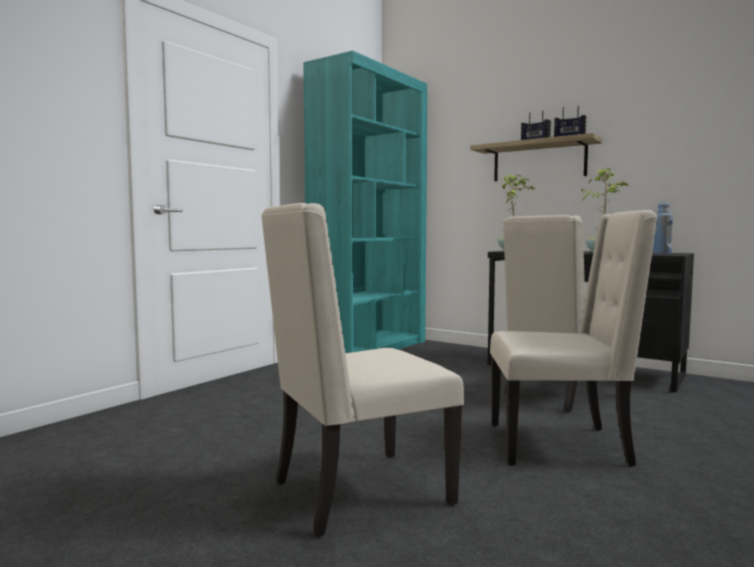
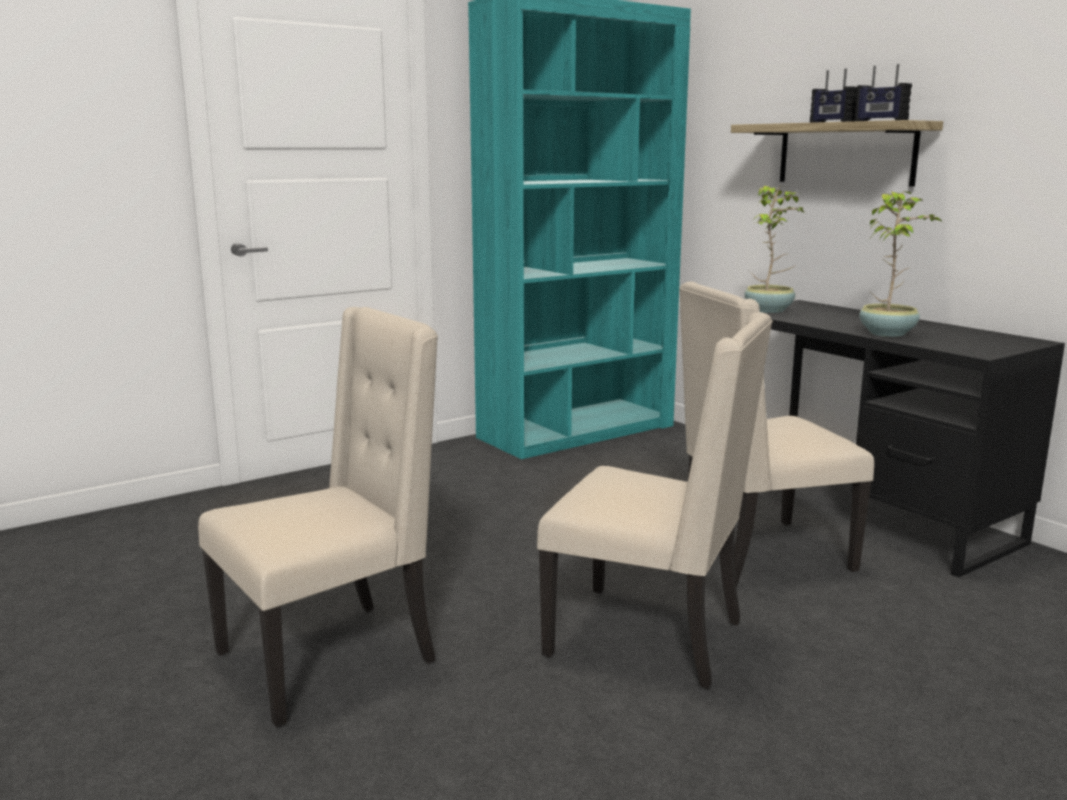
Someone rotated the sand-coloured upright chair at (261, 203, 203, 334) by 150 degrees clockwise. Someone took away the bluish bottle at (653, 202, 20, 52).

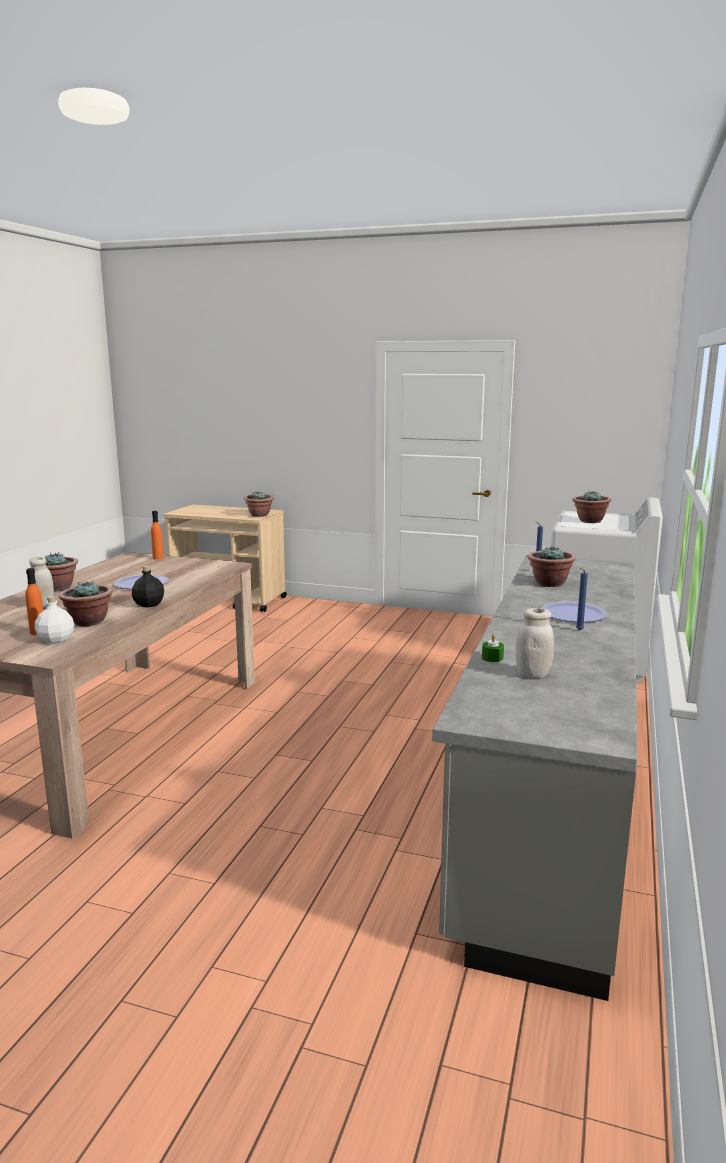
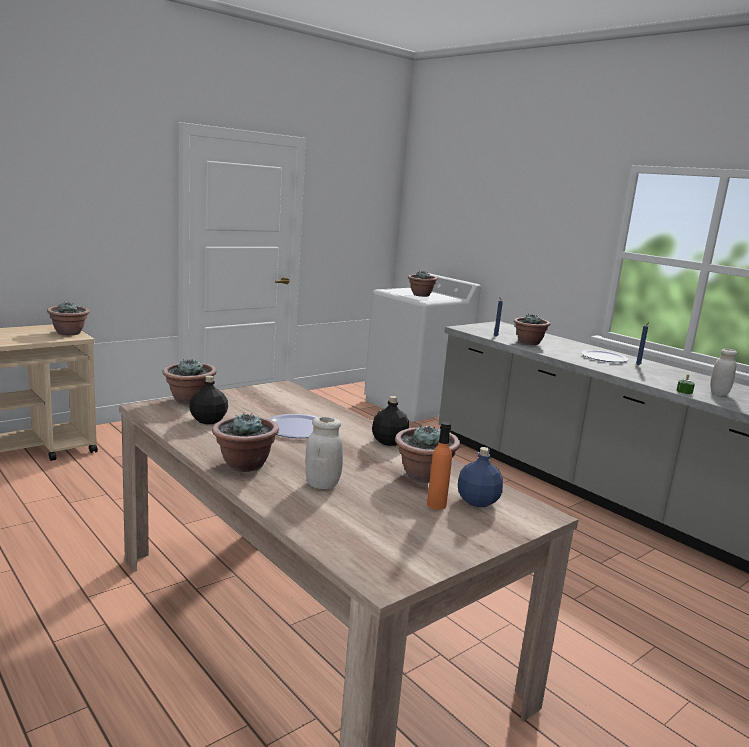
Someone repainted the white-coloured bottle at (35, 596, 39, 48), which became the bluish bottle at (458, 447, 45, 60). Someone swapped the orangey bottle at (151, 511, 13, 49) for the potted plant at (163, 359, 54, 46). Someone put down the blackish bottle at (189, 375, 39, 49).

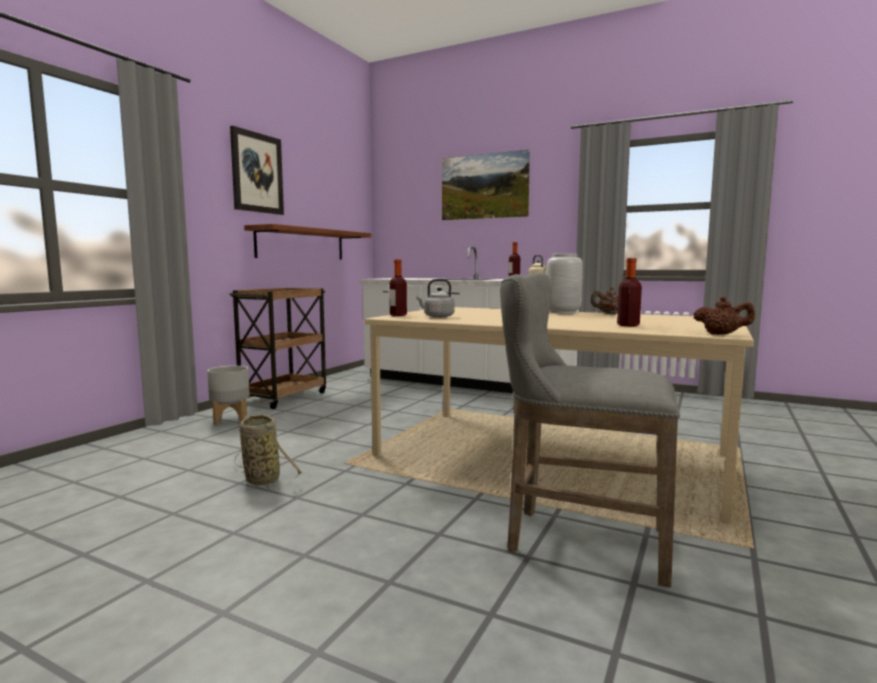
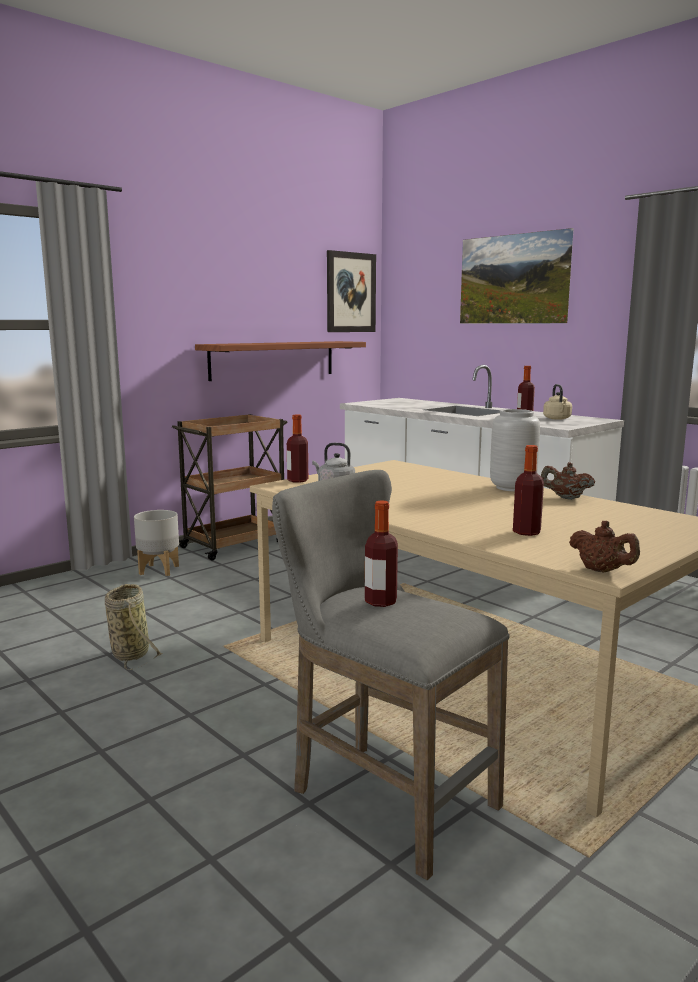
Someone carried the wall picture from (230, 126, 54, 89) to (327, 250, 49, 82). Someone put down the bottle at (365, 500, 33, 107).

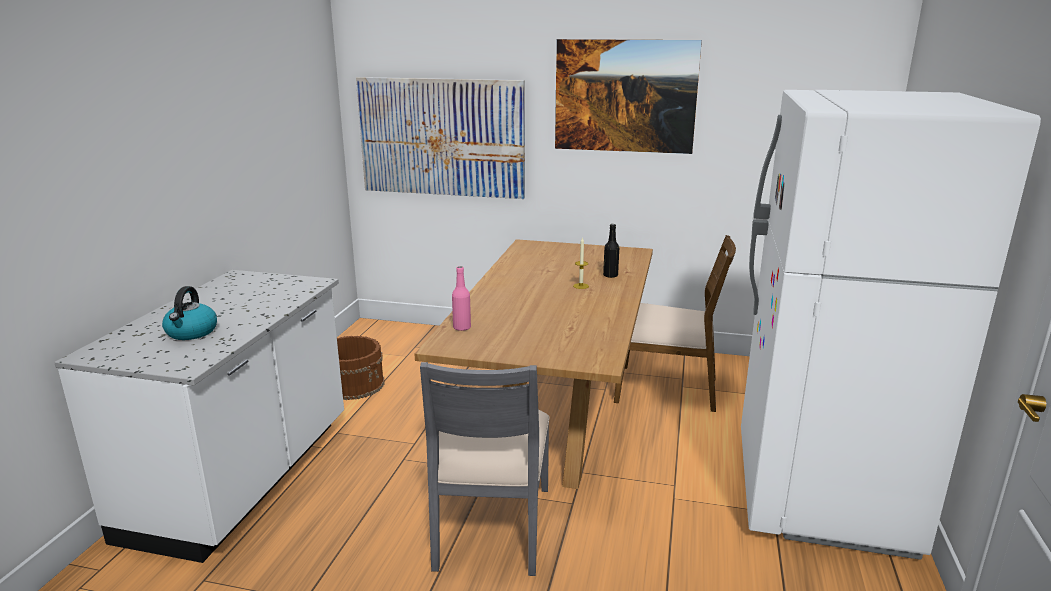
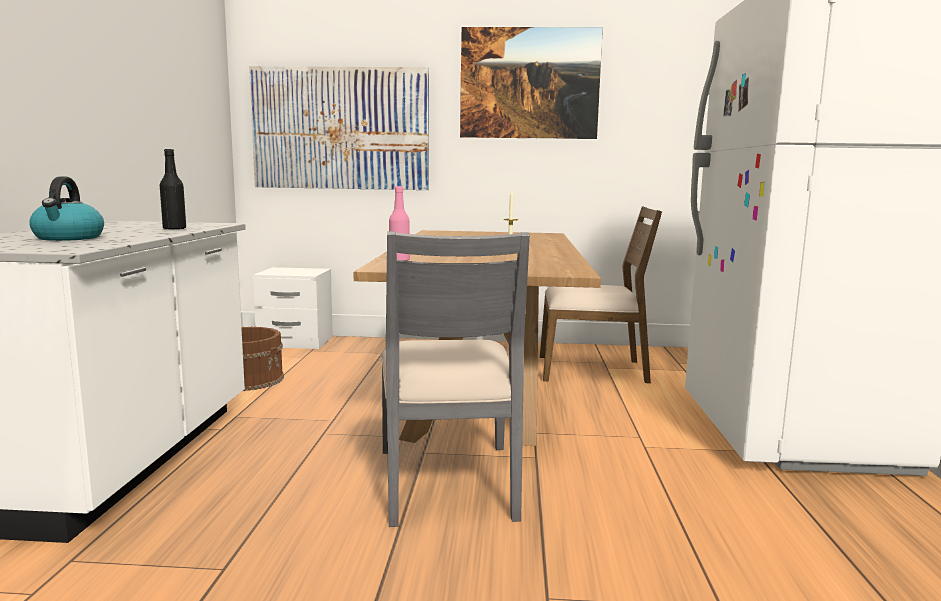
Someone carried the blackish bottle from (603, 224, 16, 54) to (160, 149, 26, 81). Someone put down the white-coloured nightstand at (253, 267, 80, 82).

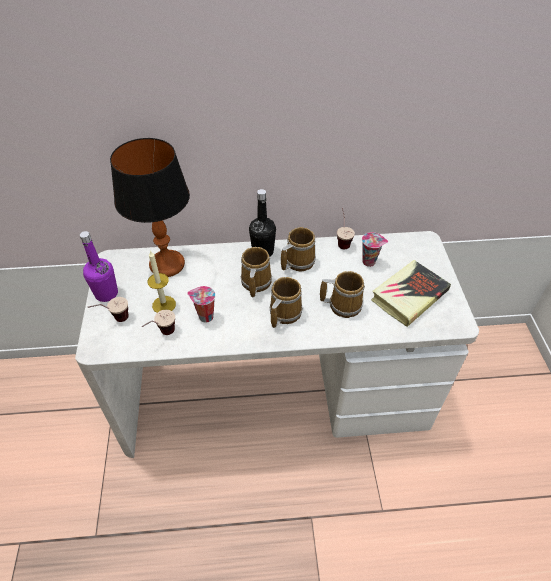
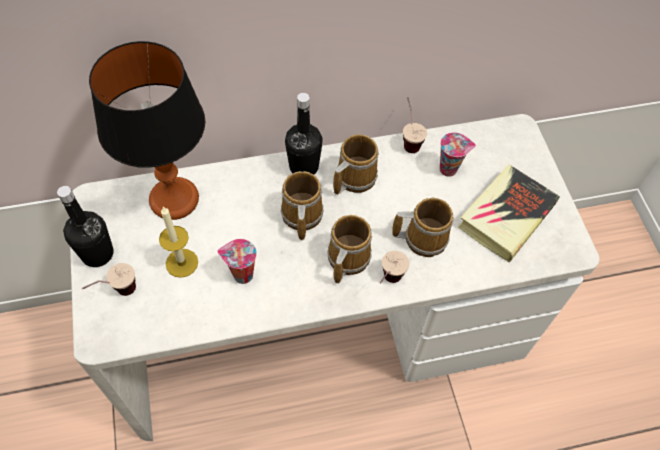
Someone repainted the purple-coloured bottle at (80, 231, 38, 71), which became the blackish bottle at (57, 186, 57, 81). Someone carried the small cup from (141, 310, 34, 25) to (380, 251, 30, 33).

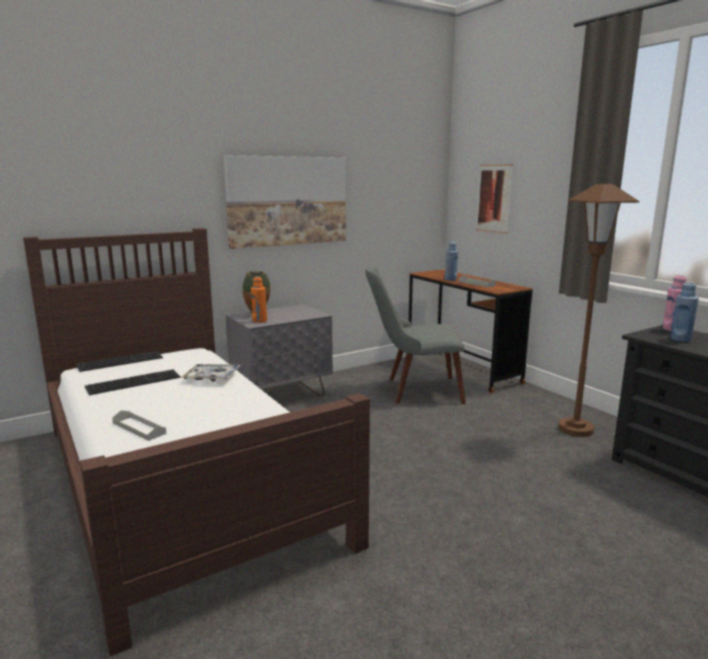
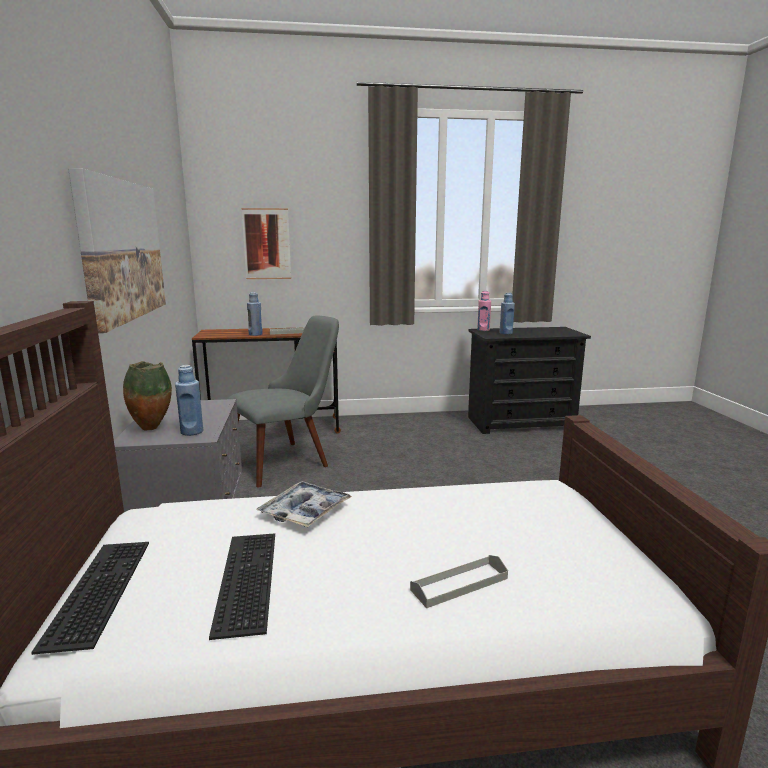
Someone repainted the orangey bottle at (251, 277, 16, 46), which became the bluish bottle at (175, 365, 28, 71). Someone rotated the greyish upright chair at (365, 266, 101, 138) by 150 degrees counterclockwise. Someone took away the brown-coloured standard lamp at (558, 184, 81, 253).

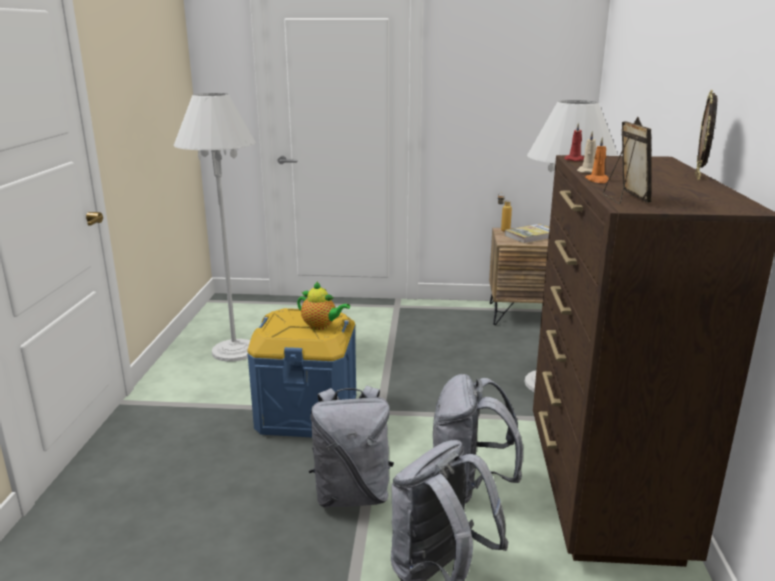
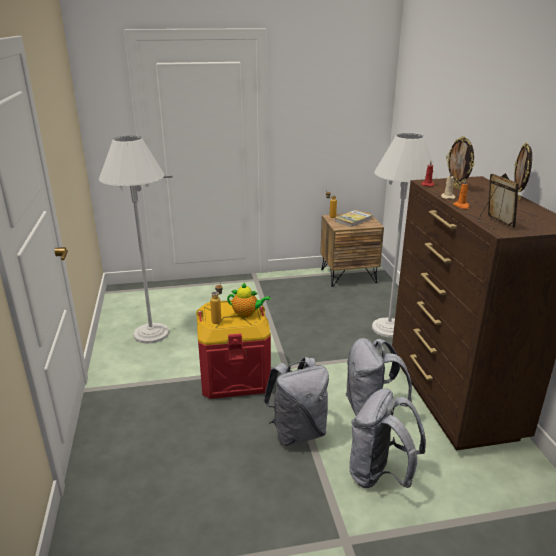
Someone repainted the bluish storage container at (247, 308, 109, 129), which became the red-coloured storage container at (196, 300, 75, 99). Someone put down the bottle at (210, 282, 13, 42). Someone put down the standing frame at (446, 136, 28, 54).

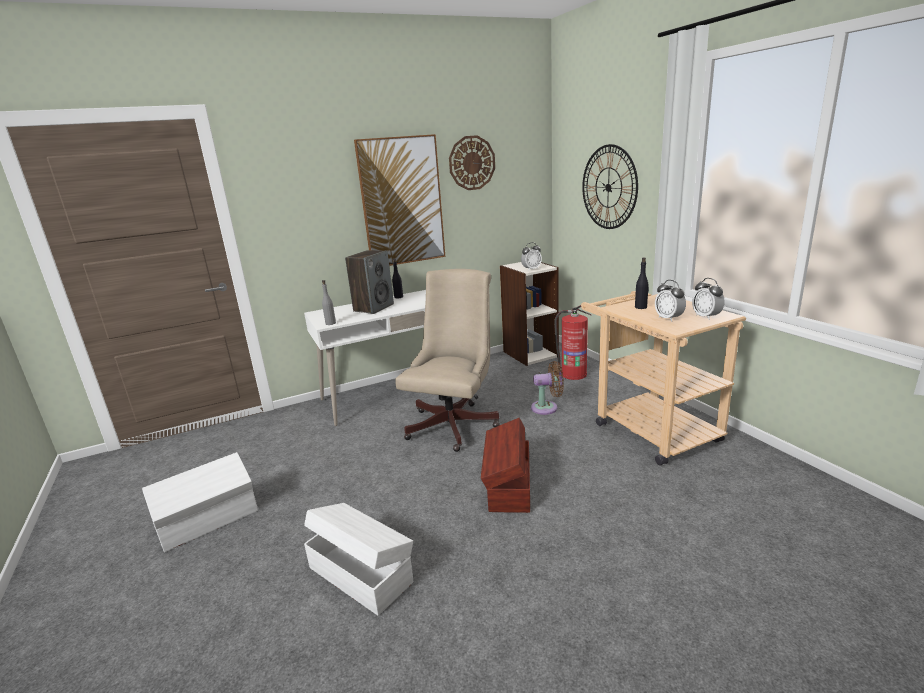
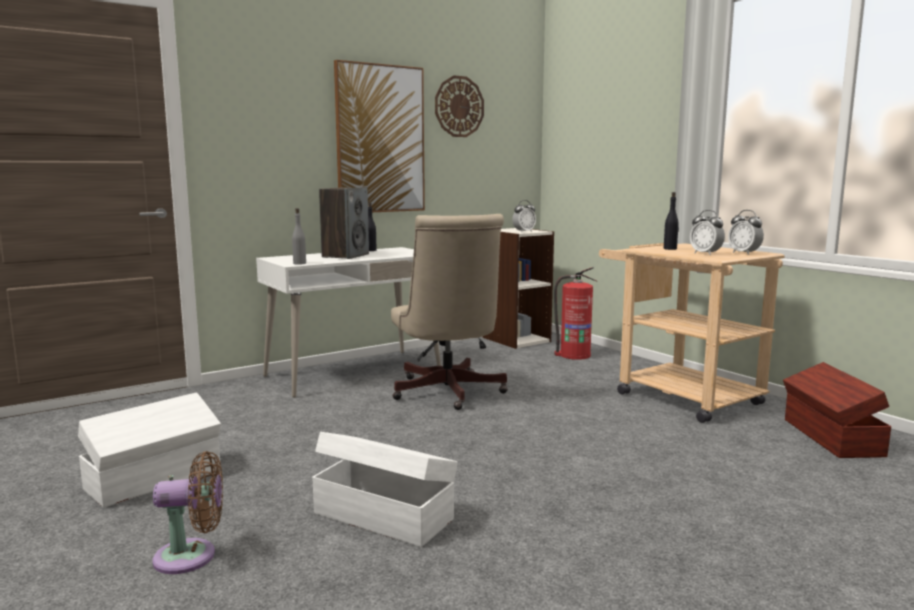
Someone rotated the sand-coloured office chair at (396, 269, 104, 183) by 150 degrees clockwise. Someone carried the brown-coloured storage container from (481, 418, 49, 95) to (783, 362, 108, 96). Someone carried the brown-coloured electric fan from (531, 361, 33, 54) to (152, 451, 71, 123). Someone took away the wall clock at (582, 144, 56, 85).

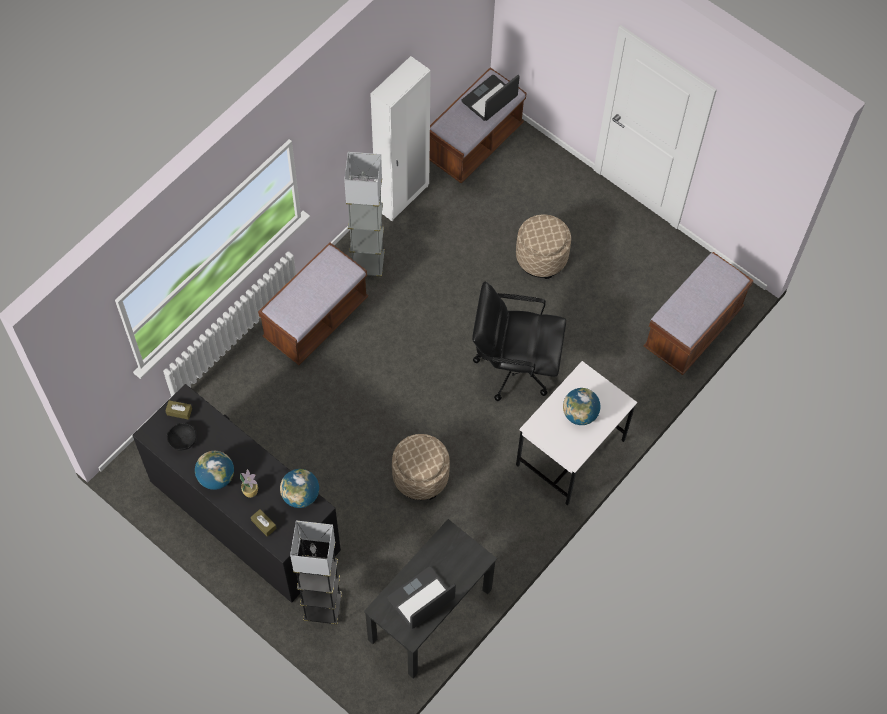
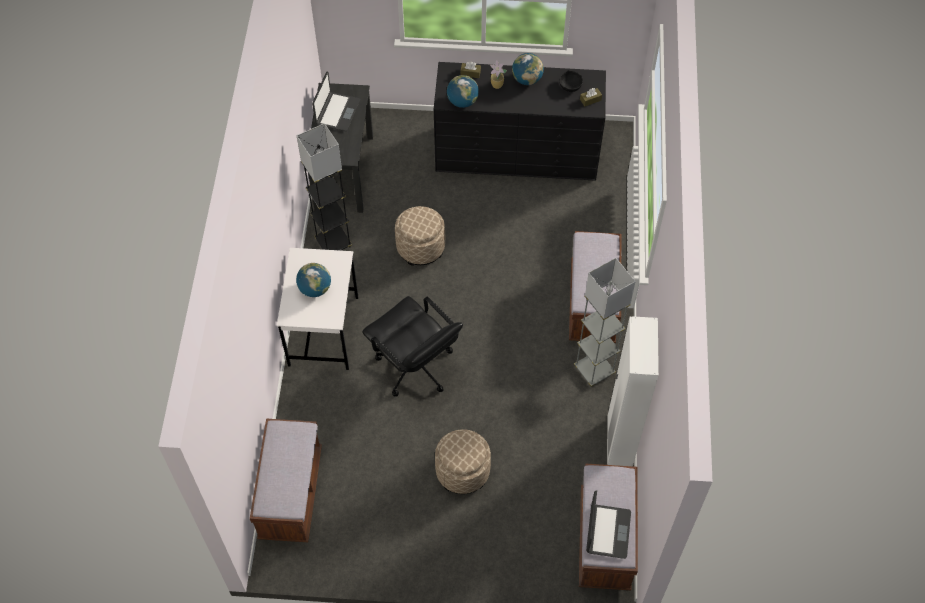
Someone carried the greyish standard lamp from (290, 520, 52, 104) to (296, 123, 56, 128). Someone rotated the blackish office chair at (472, 282, 94, 119) by 75 degrees clockwise.

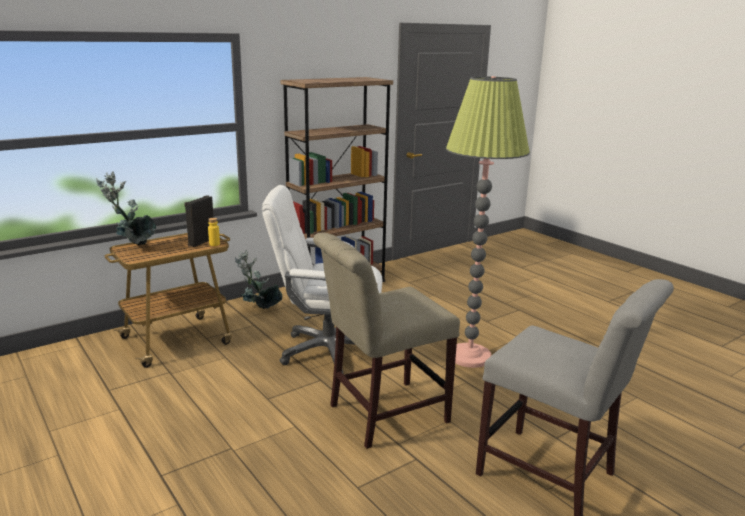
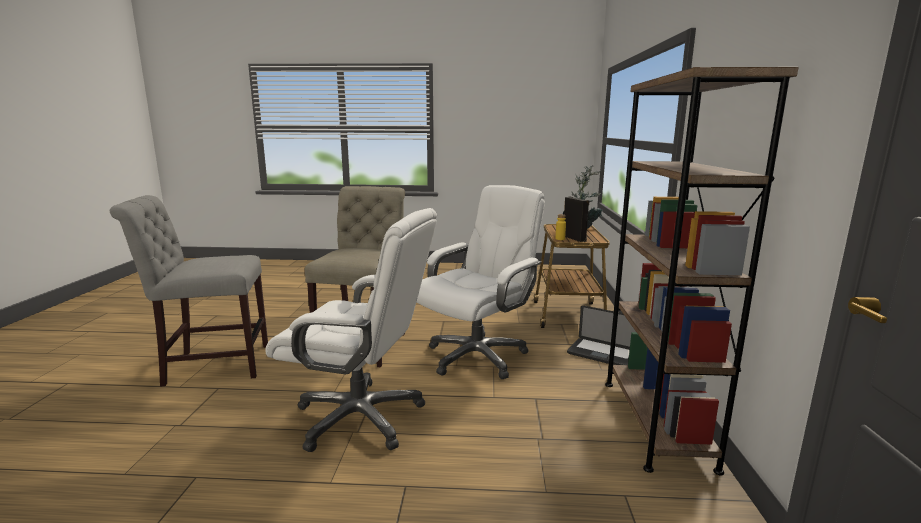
Someone swapped the potted plant at (235, 250, 47, 59) for the portable computer at (567, 305, 69, 60). Someone swapped the standard lamp at (446, 76, 84, 292) for the white-coloured office chair at (265, 208, 172, 244).

